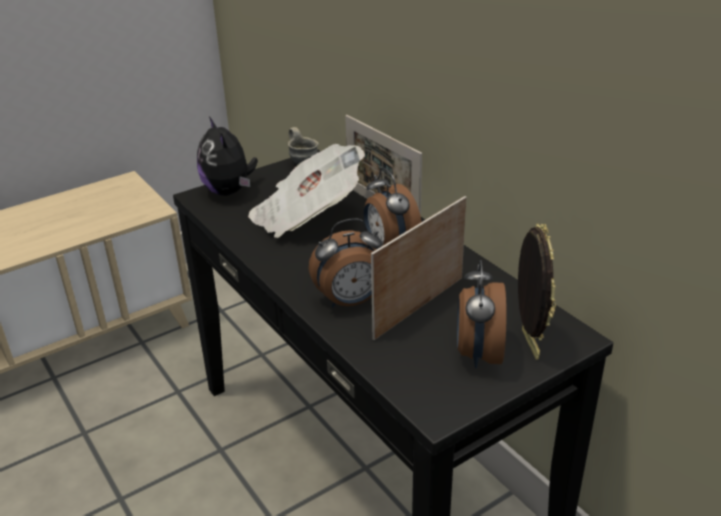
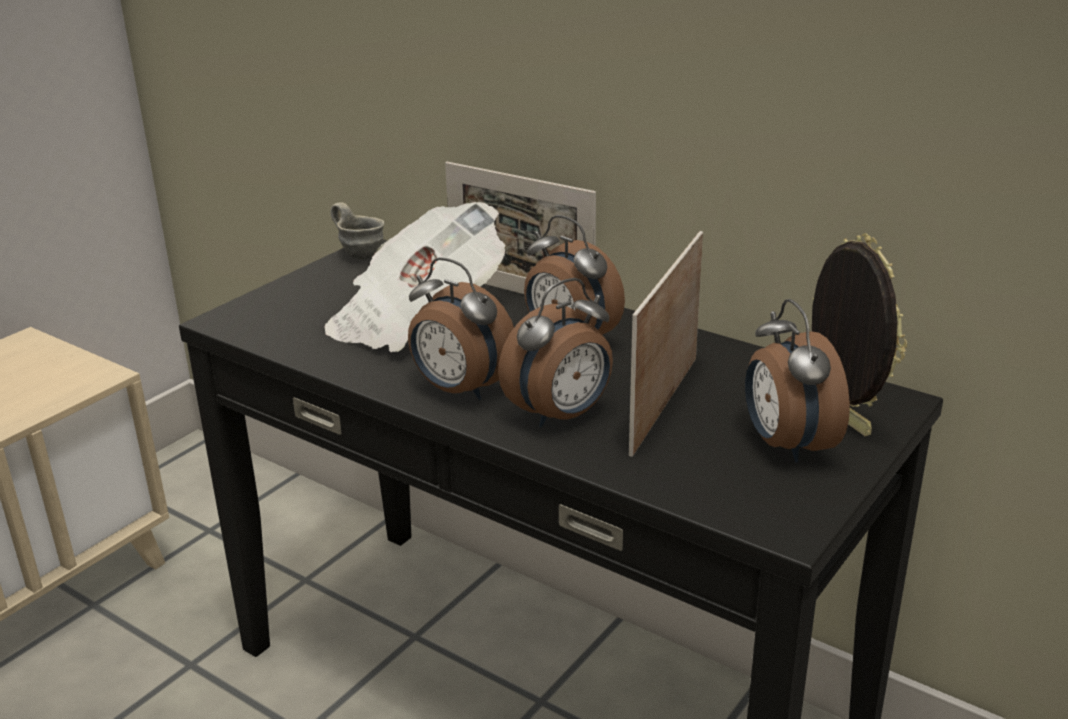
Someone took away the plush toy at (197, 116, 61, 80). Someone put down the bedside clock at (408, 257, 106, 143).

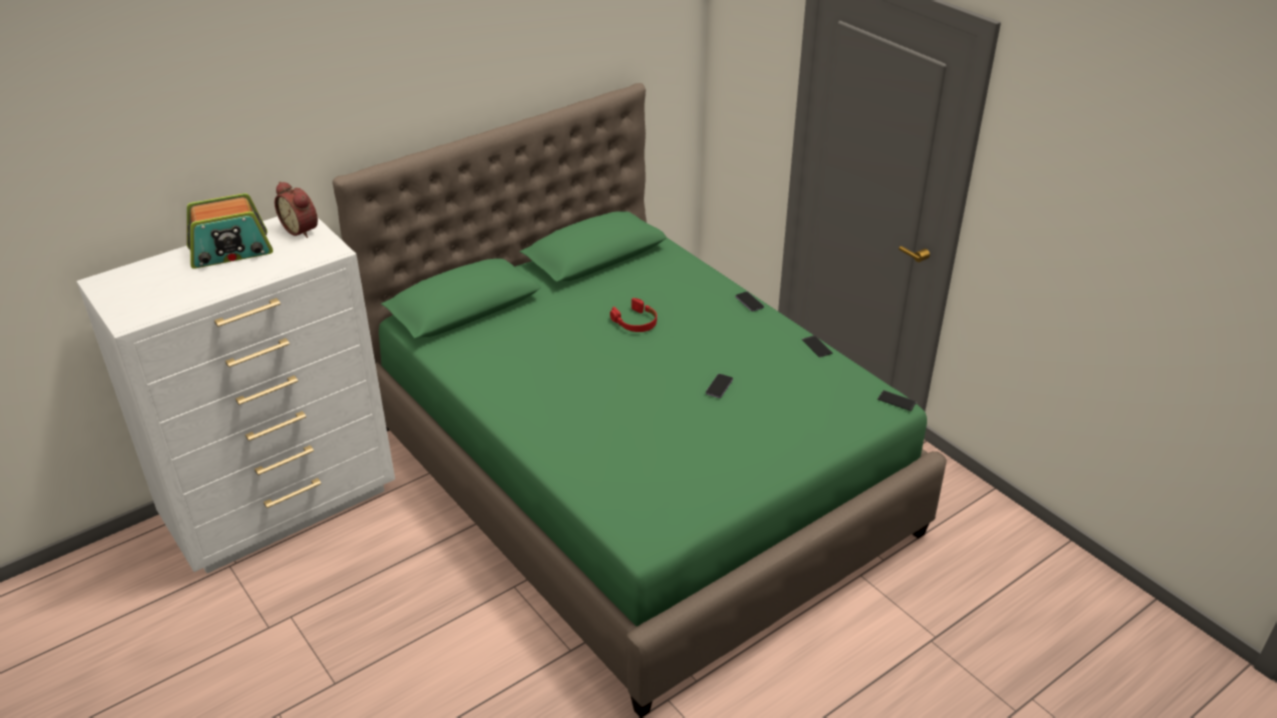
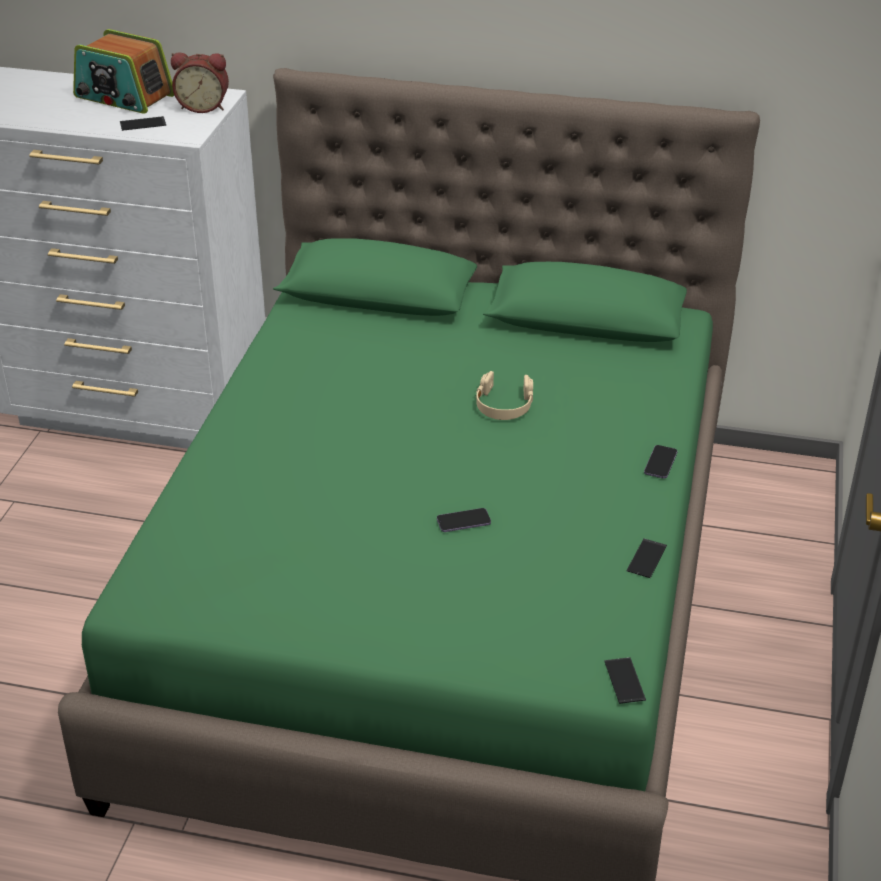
Someone rotated the bedside clock at (275, 181, 43, 57) by 90 degrees counterclockwise. Someone repainted the red-coloured headphones at (610, 298, 47, 34), which became the sand-coloured headphones at (476, 371, 57, 49). Someone put down the phone at (120, 116, 46, 15).

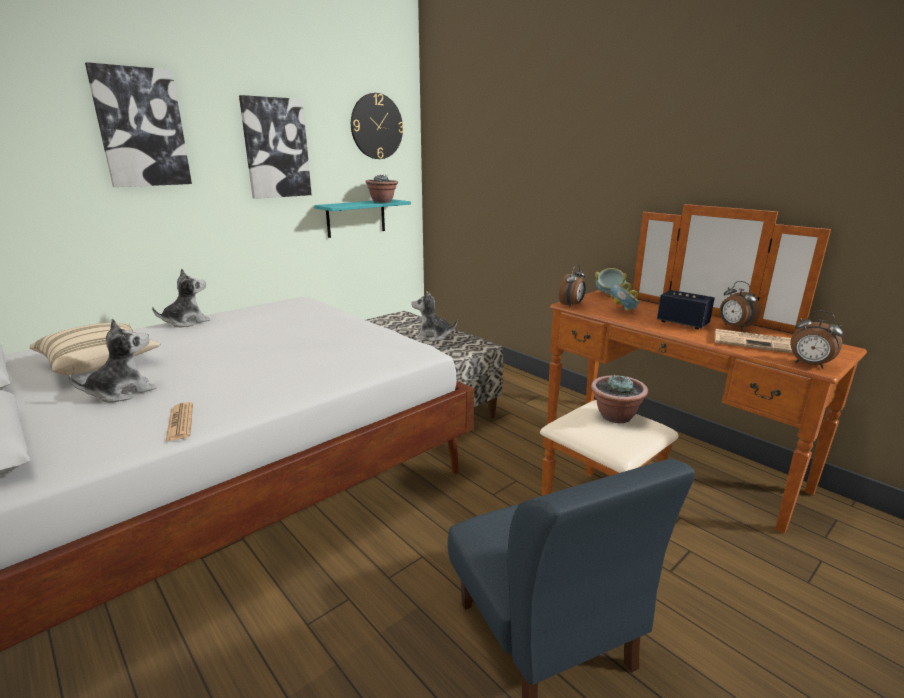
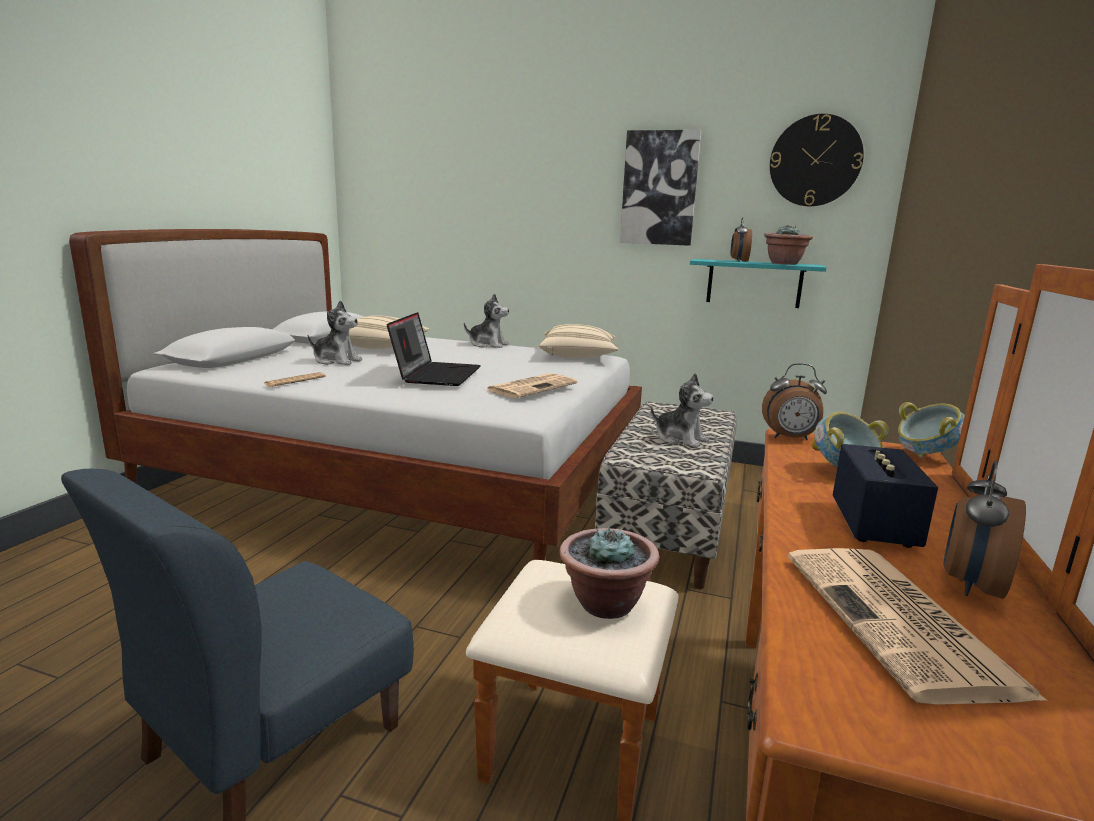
Someone took away the wall picture at (85, 62, 107, 125). Someone rotated the plush toy at (412, 291, 45, 51) by 150 degrees clockwise. Someone carried the bedside clock from (790, 310, 53, 59) to (731, 217, 21, 45). Someone put down the portable computer at (387, 312, 94, 74). Someone put down the daily paper at (487, 373, 90, 25). Someone put down the sand-coloured cushion at (539, 324, 79, 34).

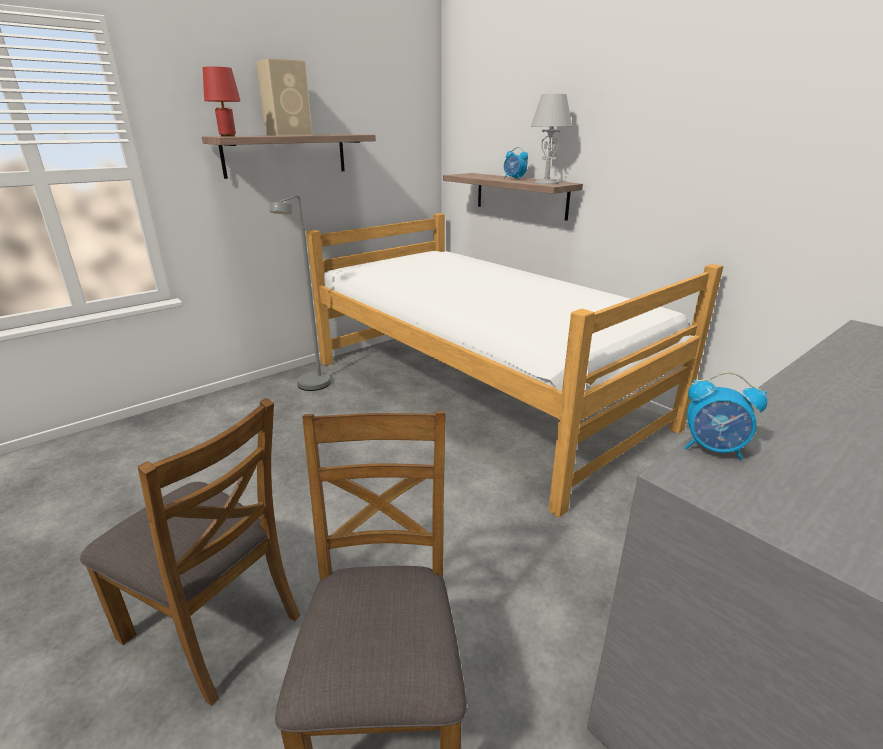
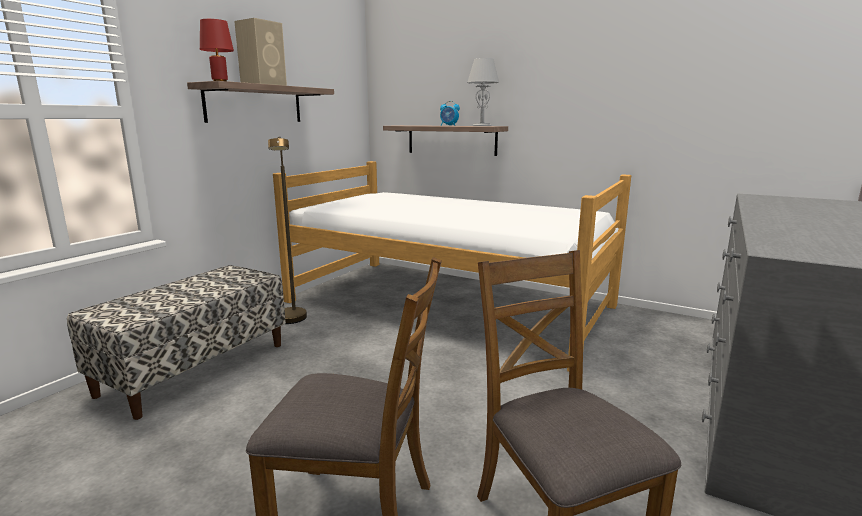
Someone repainted the greyish standard lamp at (269, 195, 61, 196), which became the brown-coloured standard lamp at (268, 136, 39, 188). Someone took away the bedside clock at (684, 372, 83, 88). Someone put down the long seat at (67, 265, 219, 155).

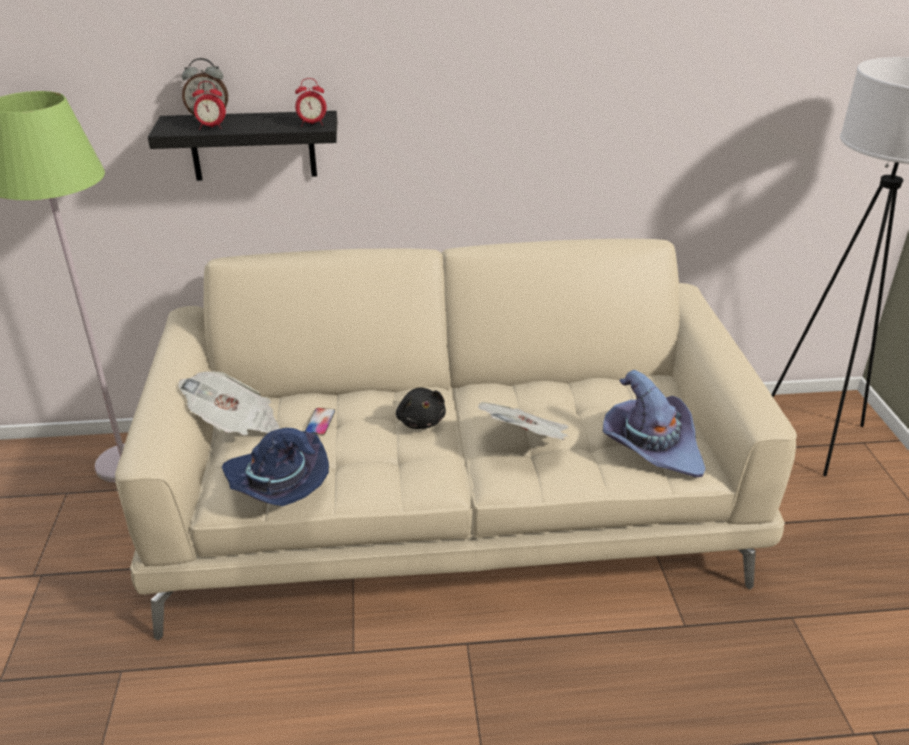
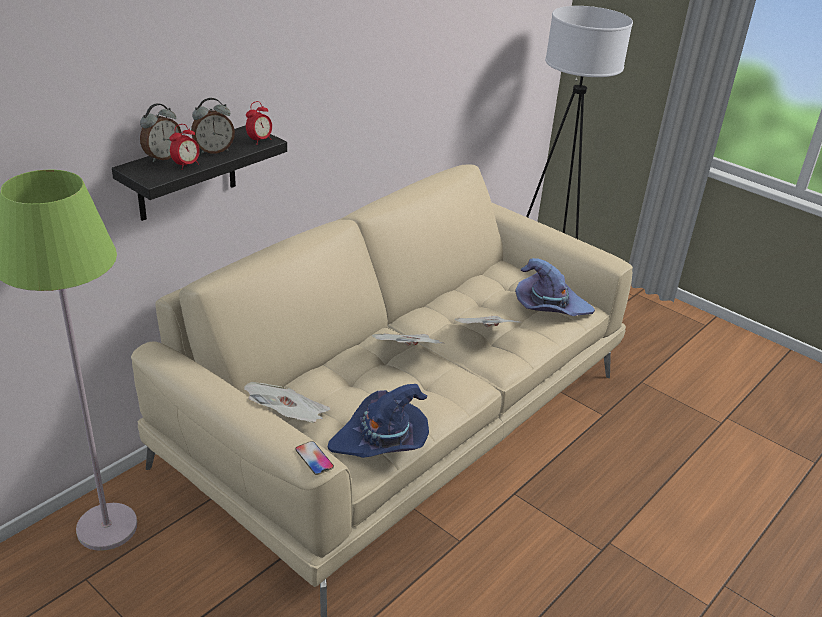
Someone carried the phone from (305, 408, 30, 28) to (295, 441, 39, 34). Someone swapped the blackish plush toy at (396, 387, 50, 42) for the daily paper at (372, 333, 71, 13). Someone put down the bedside clock at (191, 98, 44, 56).

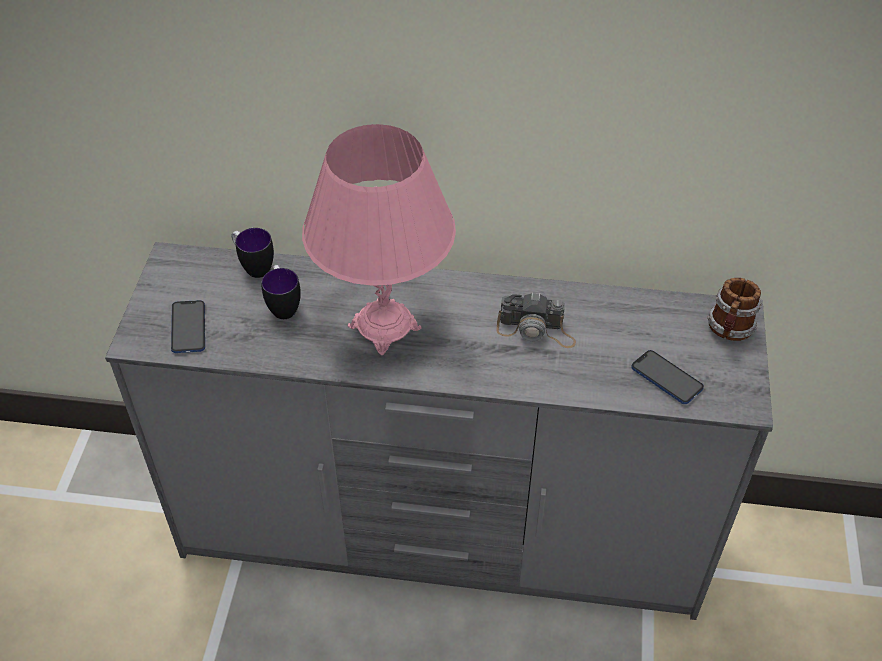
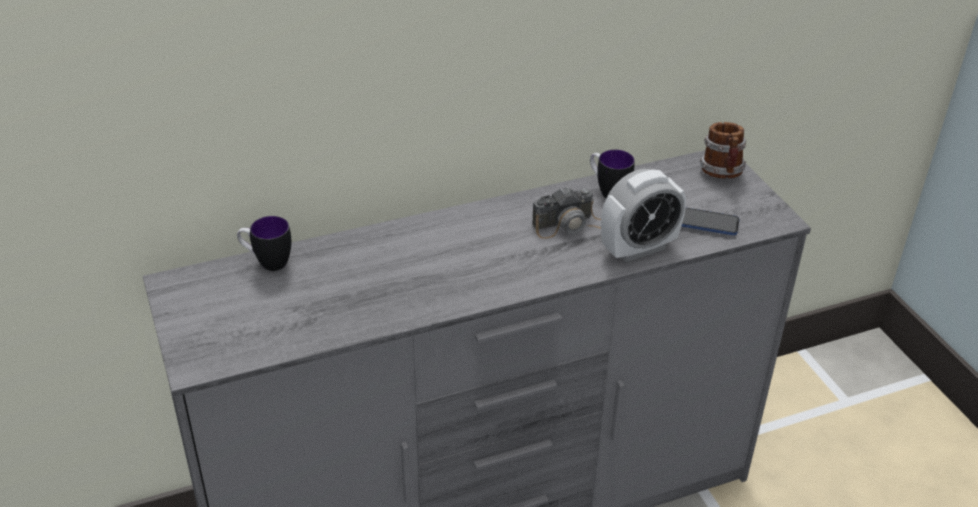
Someone took away the phone at (171, 300, 34, 53). Someone carried the tea mug from (261, 265, 40, 54) to (590, 150, 45, 48). Someone took away the pink-coloured tabletop lamp at (302, 124, 154, 231). Someone put down the bedside clock at (601, 169, 85, 93).

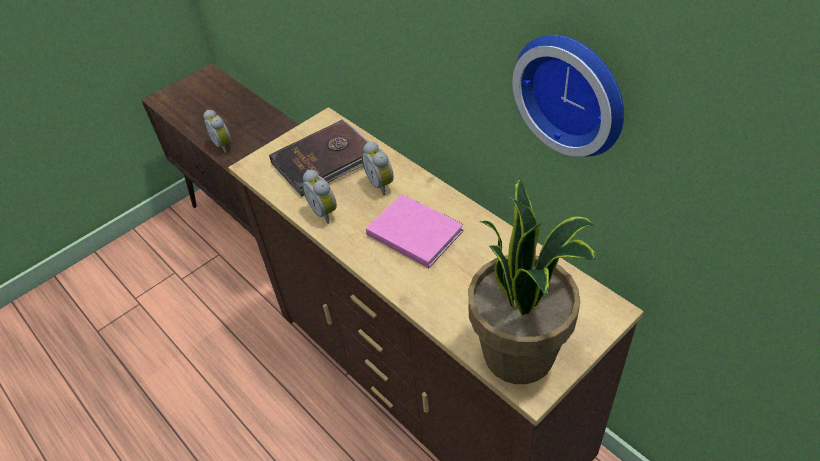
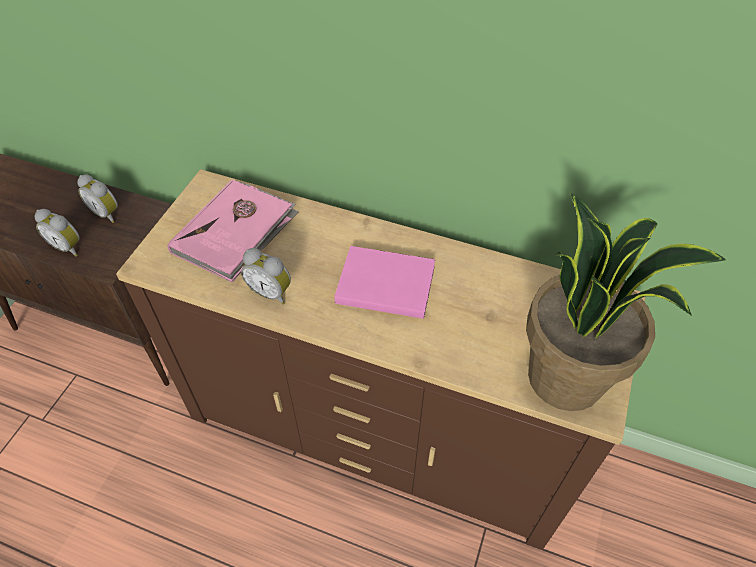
Someone repainted the brown-coloured bound book at (269, 119, 99, 78), which became the pink-coloured bound book at (167, 179, 132, 104). Someone carried the bedside clock from (362, 141, 32, 54) to (77, 175, 41, 48). Someone took away the wall clock at (513, 35, 111, 122).

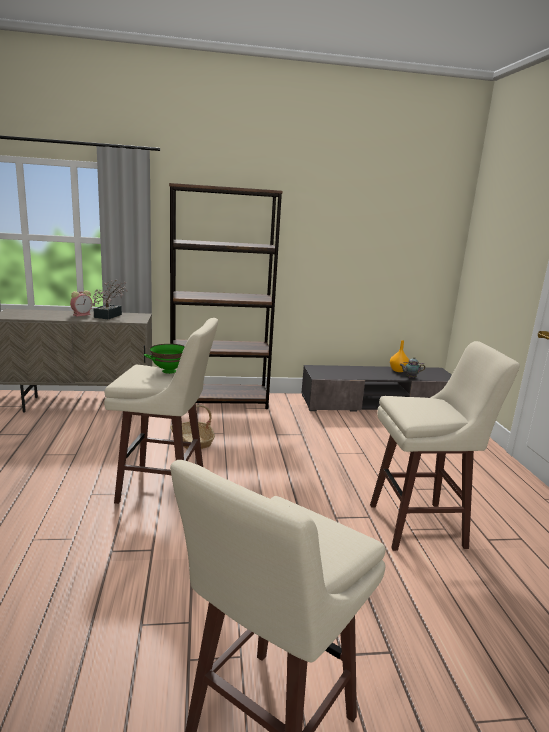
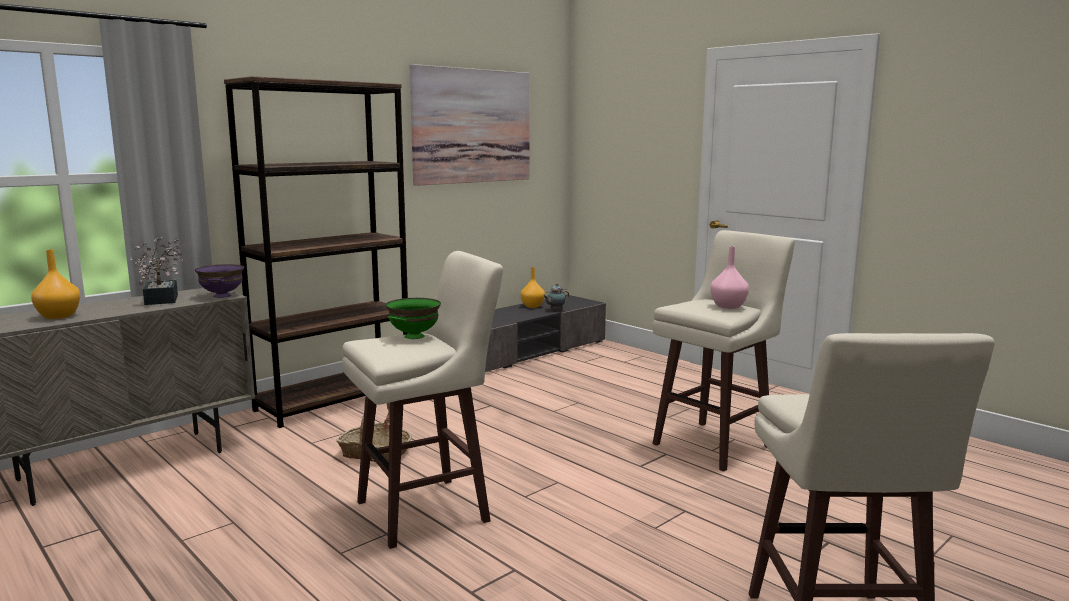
Someone took away the bedside clock at (70, 290, 22, 26). Someone put down the orangey decorative vase at (31, 250, 49, 69). Someone put down the purple-coloured bowl at (195, 264, 49, 34). Someone put up the wall picture at (409, 64, 121, 122). Someone put down the pink-coloured decorative vase at (710, 246, 39, 63).

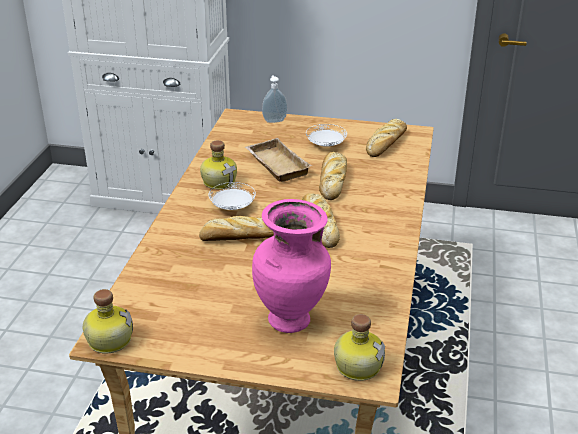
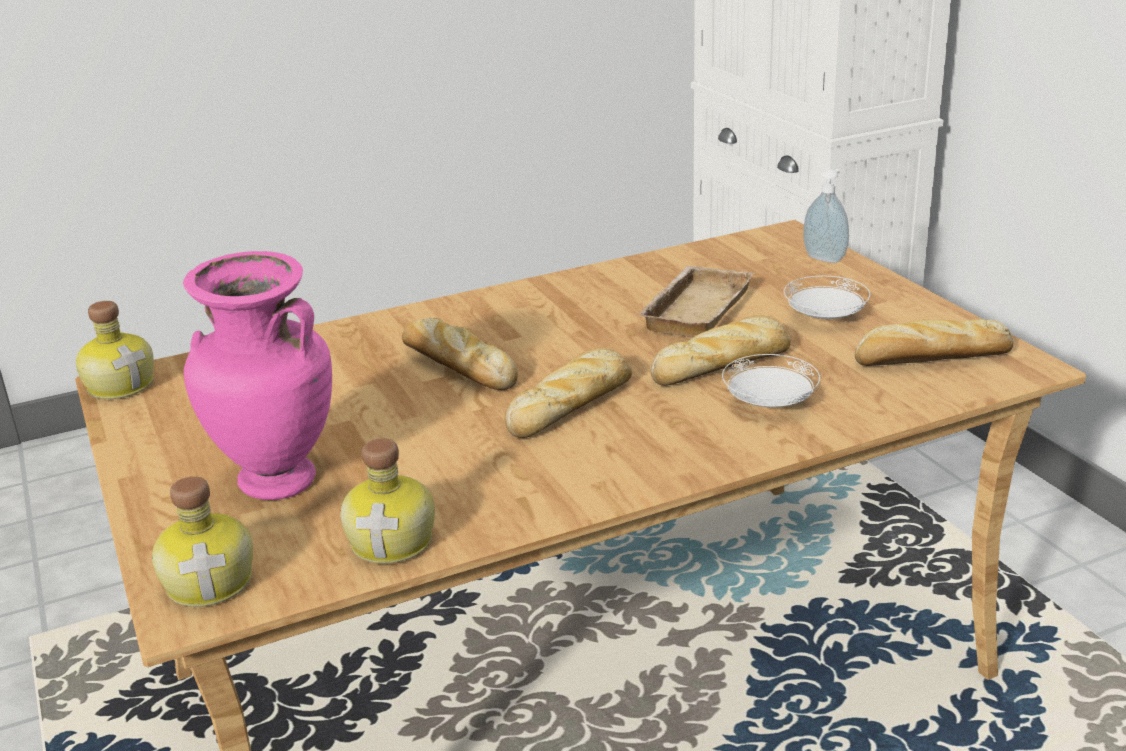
Someone carried the bottle from (200, 140, 37, 49) to (340, 438, 95, 126). Someone carried the white-coloured dinner plate from (209, 182, 47, 28) to (722, 354, 98, 54).

